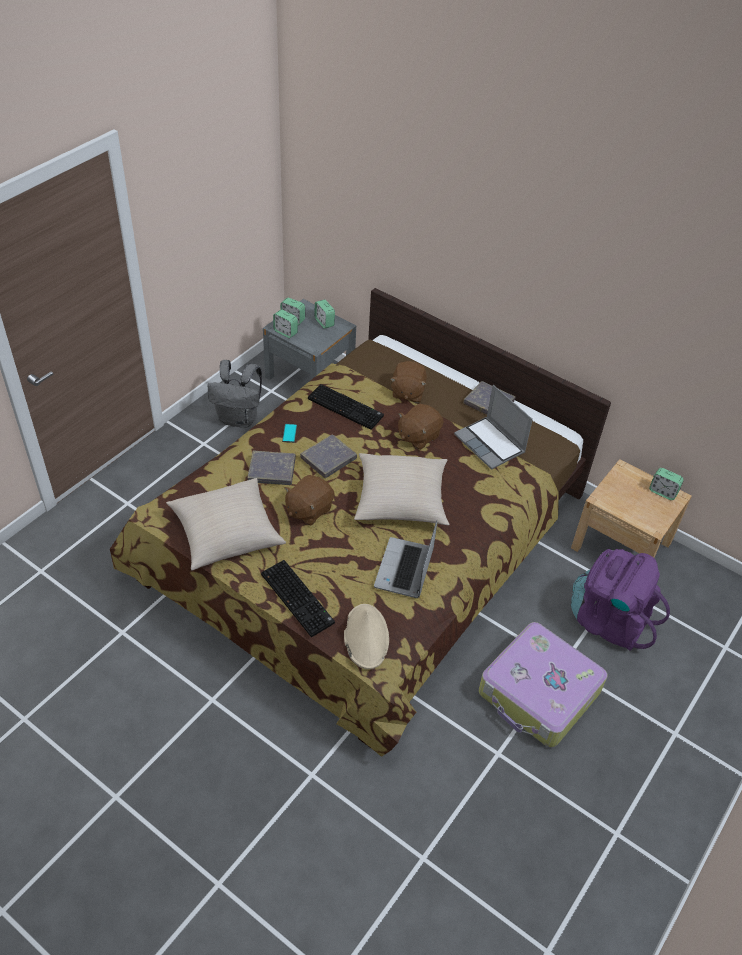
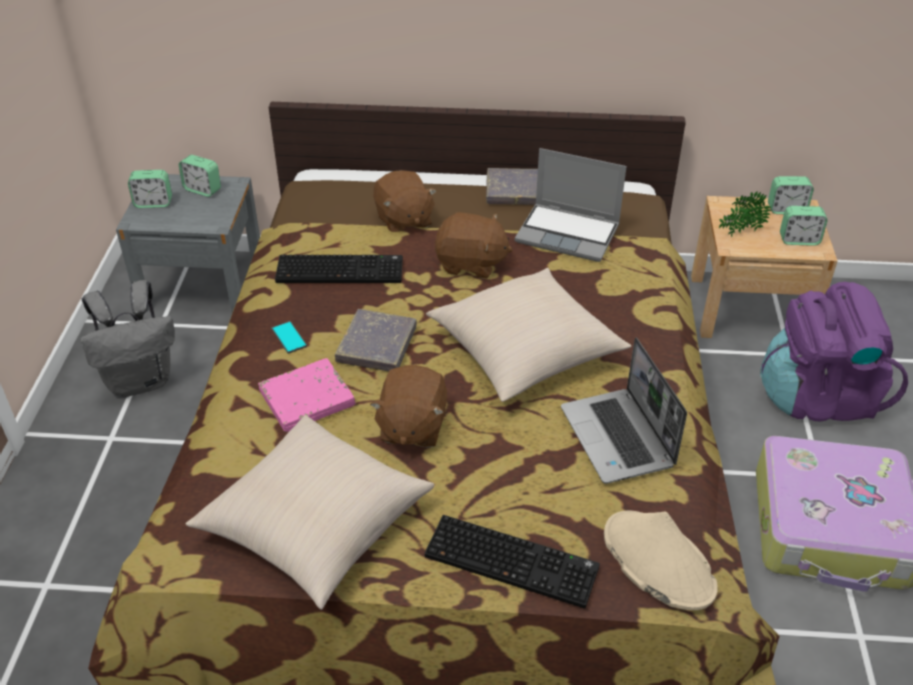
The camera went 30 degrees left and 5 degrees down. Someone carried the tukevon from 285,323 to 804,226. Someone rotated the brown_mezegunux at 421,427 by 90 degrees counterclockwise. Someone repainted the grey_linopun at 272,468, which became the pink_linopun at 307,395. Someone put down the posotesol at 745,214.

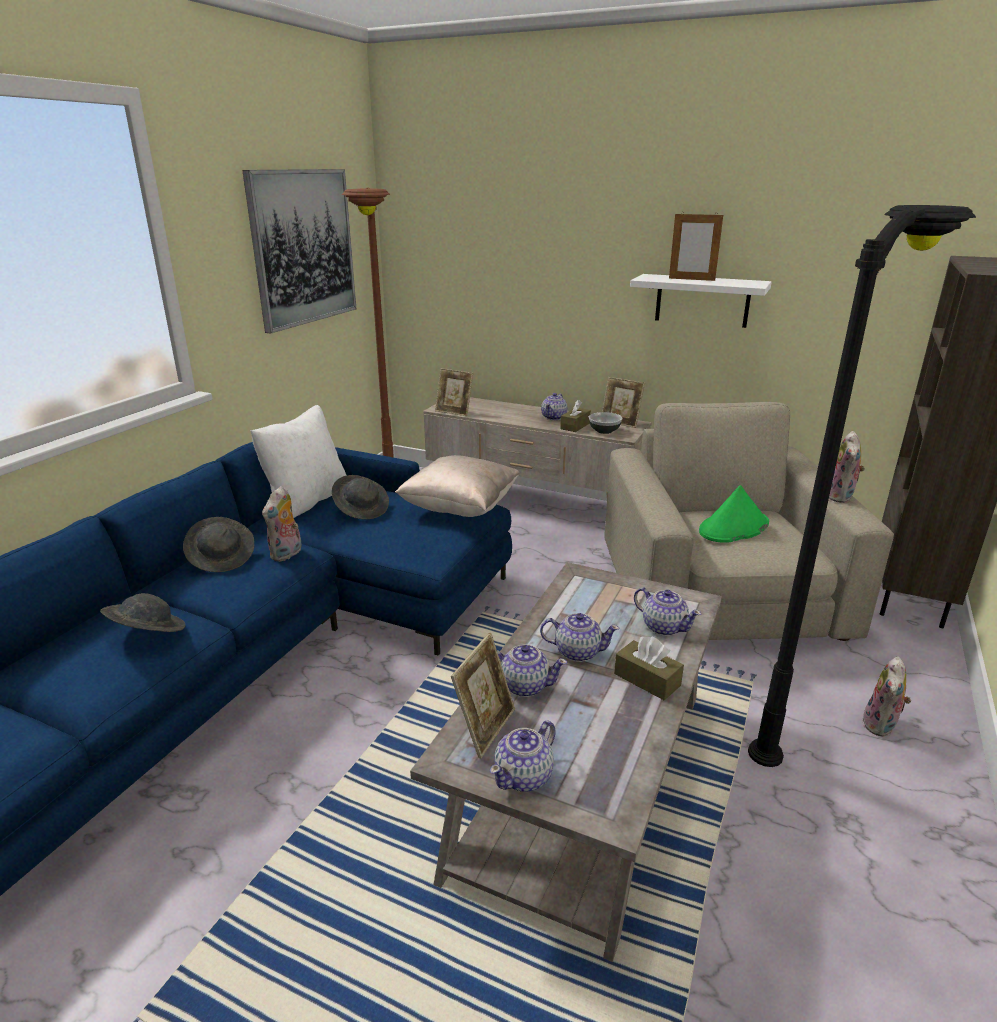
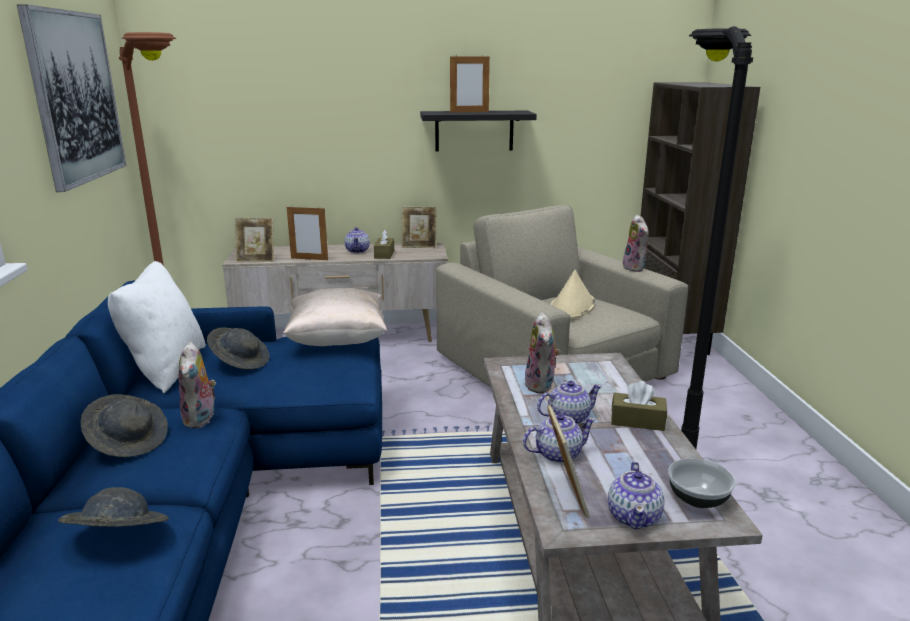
The camera went 30 degrees left and 5 degrees down. Someone repainted the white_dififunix at 701,301, which became the black_dififunix at 478,131. Someone carried the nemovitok from 605,423 to 702,483. Someone repainted the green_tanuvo at 734,514, which became the beige_tanuvo at 572,294. Someone took away the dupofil at 667,611. Someone carried the mezegunux from 886,696 to 542,352. Someone put down the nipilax at 307,232.

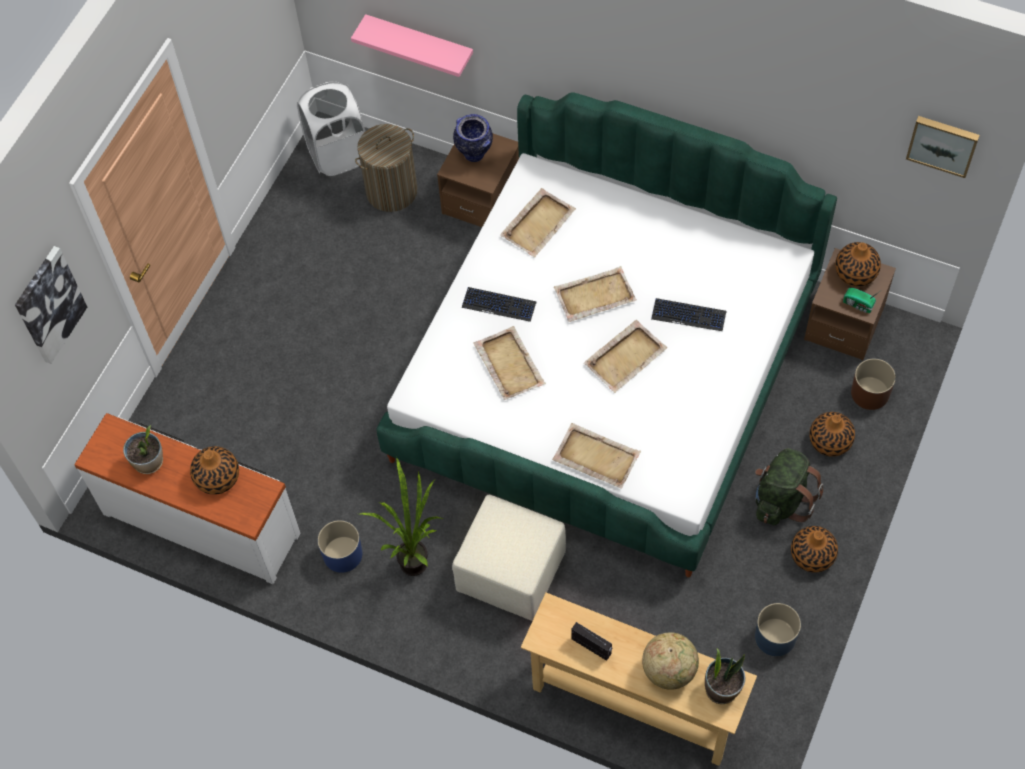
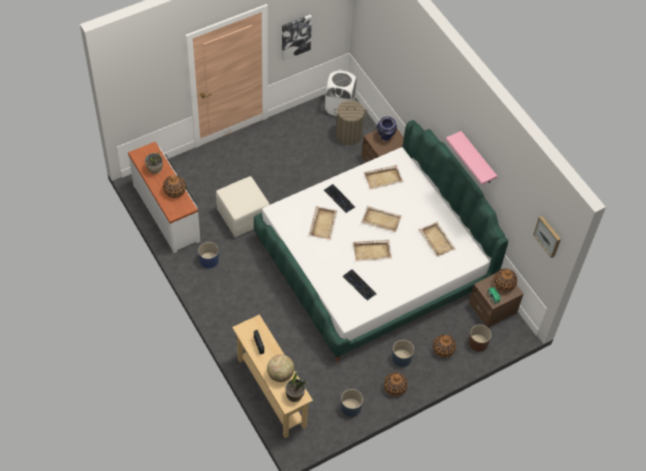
The camera went 30 degrees right and 5 degrees down. Someone carried the pink_dififunix from 412,45 to 471,158. Someone carried the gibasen from 51,305 to 297,38. Someone carried the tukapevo from 689,314 to 359,285. Someone carried the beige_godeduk from 596,455 to 437,239. Someone swapped the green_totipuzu at 789,486 for the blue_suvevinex at 403,353. Someone took away the posotesol at 402,516. Someone carried the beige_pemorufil from 509,558 to 243,206.

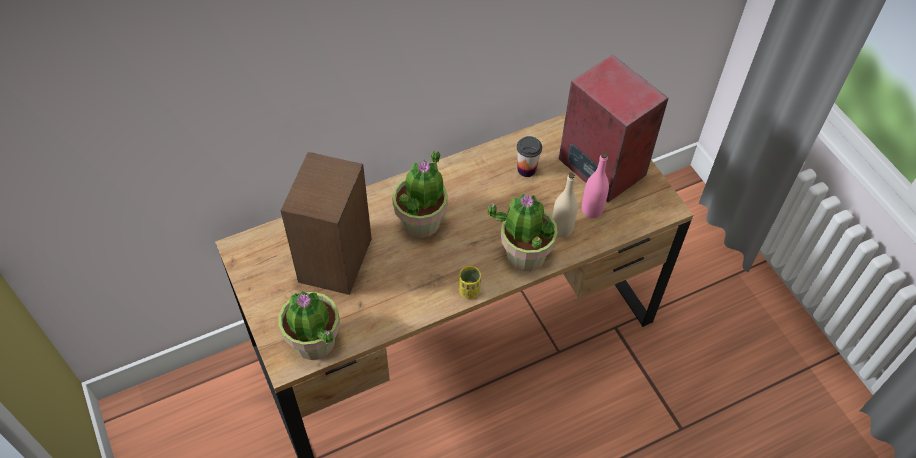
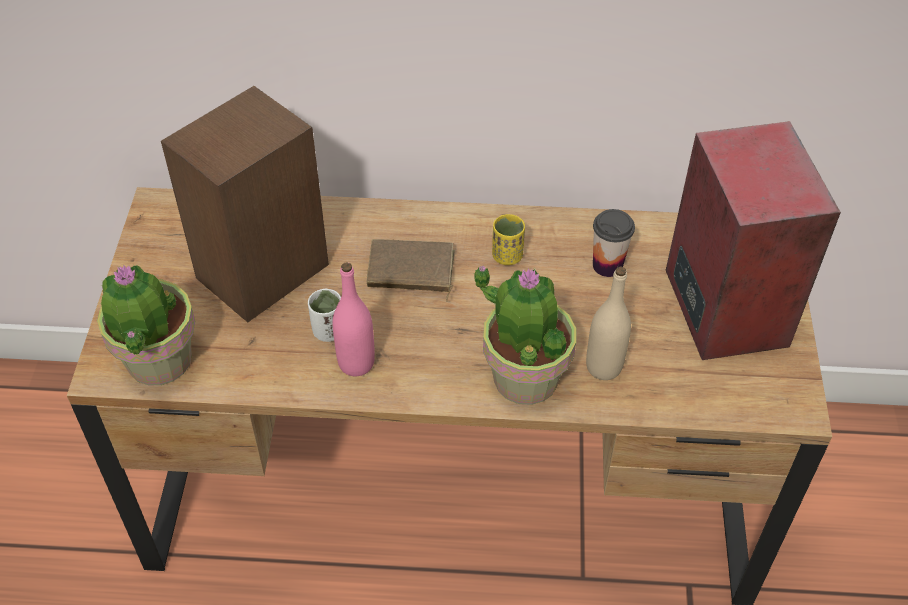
The camera went 30 degrees right and 5 degrees down. Someone swapped the posotesol at 420,193 for the brown_linopun at 410,270. Someone carried the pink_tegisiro from 595,185 to 354,319. Someone carried the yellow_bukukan from 470,282 to 508,239. Someone put down the white_bukukan at 324,315.

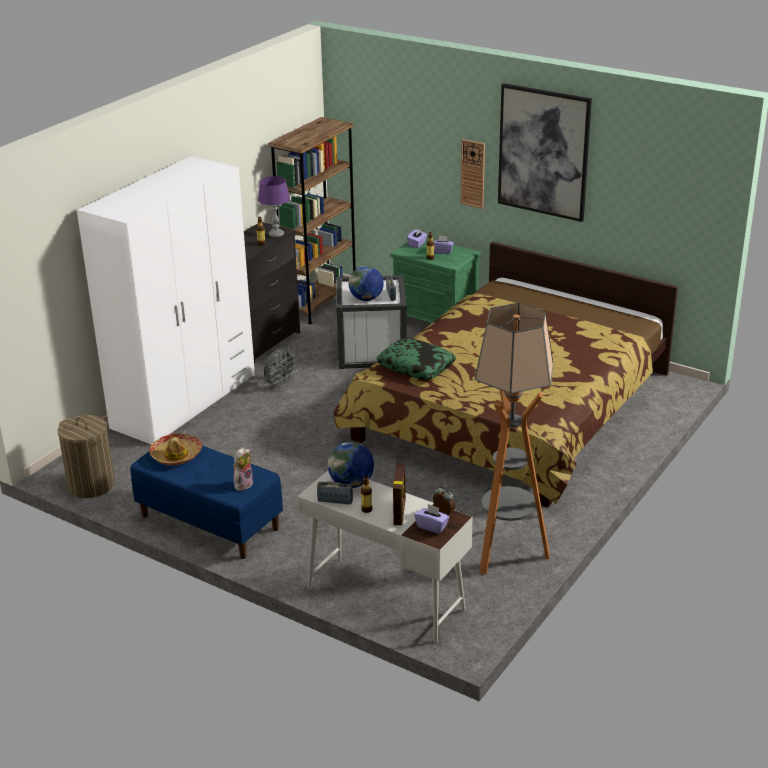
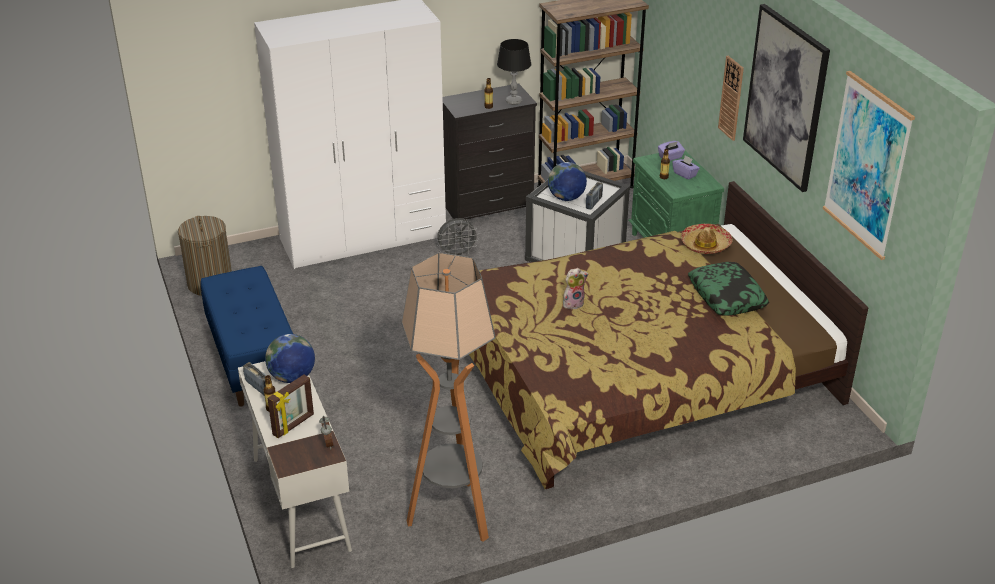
The camera went 35 degrees right and 5 degrees up. Someone repainted the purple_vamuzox at 274,206, which became the black_vamuzox at 514,72. Someone carried the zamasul from 416,359 to 728,289. Someone carried the tanuvo from 175,449 to 707,239. Someone carried the mezegunux from 243,469 to 575,288. Someone took away the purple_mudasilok at 432,519. Someone put up the gibasen at 869,165.

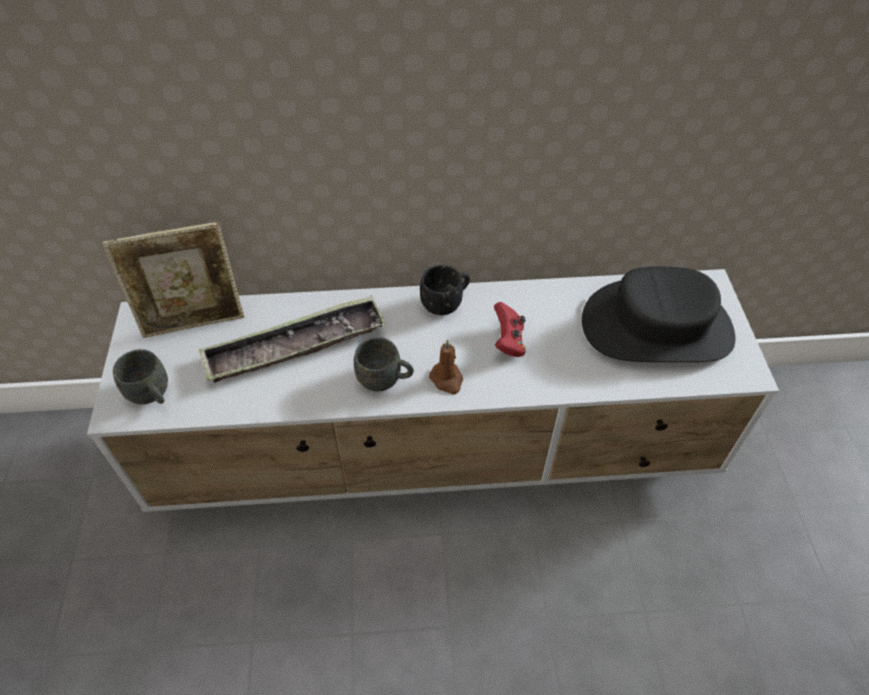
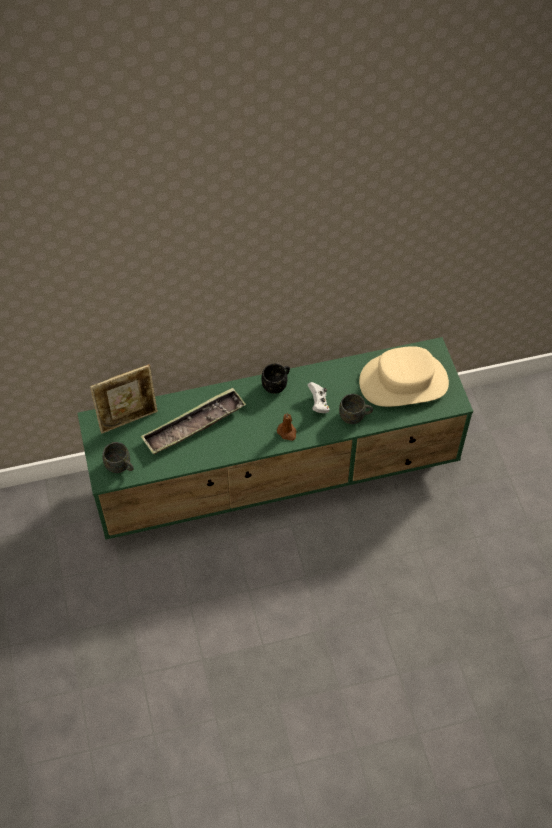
The camera went 10 degrees left and 5 degrees up. Someone repainted the black_tanuvo at 658,314, which became the beige_tanuvo at 404,376. Someone repainted the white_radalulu at 433,390, which became the green_radalulu at 275,438. Someone repainted the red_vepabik at 510,329, which became the white_vepabik at 319,397. Someone carried the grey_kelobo from 384,364 to 356,409.

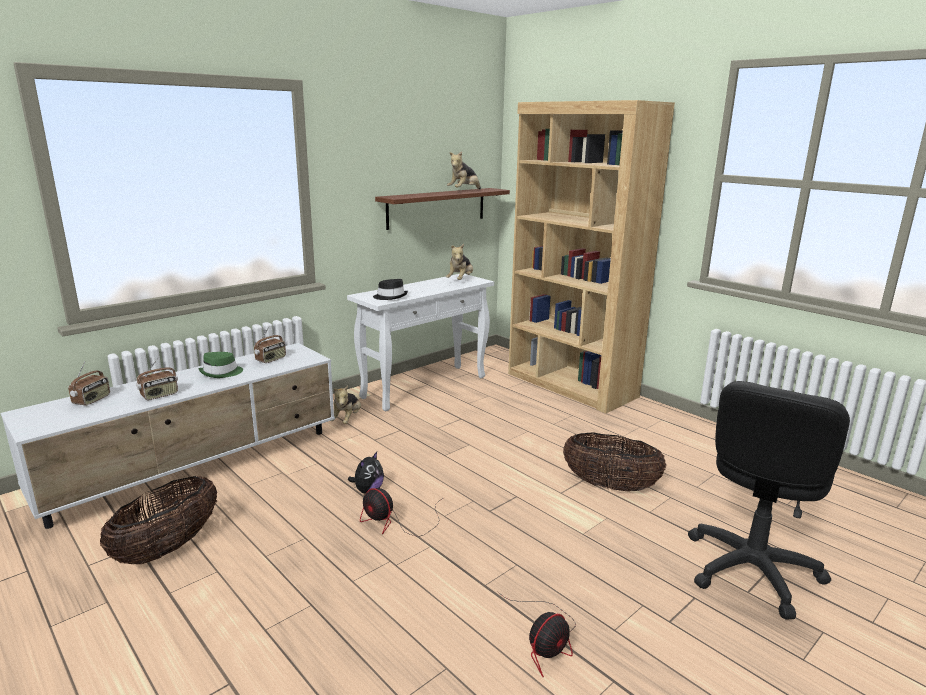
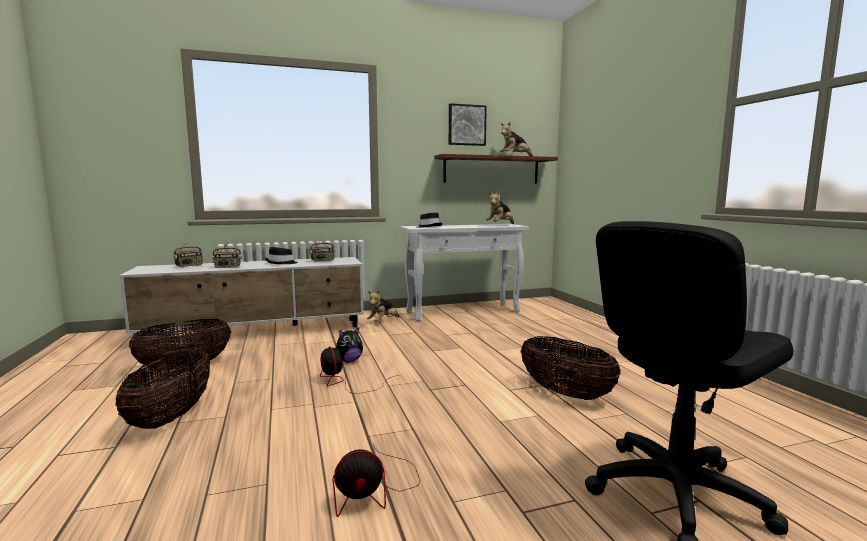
The camera went 25 degrees right and 10 degrees down. Someone took away the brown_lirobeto at 591,256. Someone repainted the green_tanuvo at 221,365, which became the black_tanuvo at 281,255. Someone put up the gibasen at 468,124. Someone put down the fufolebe at 162,389.

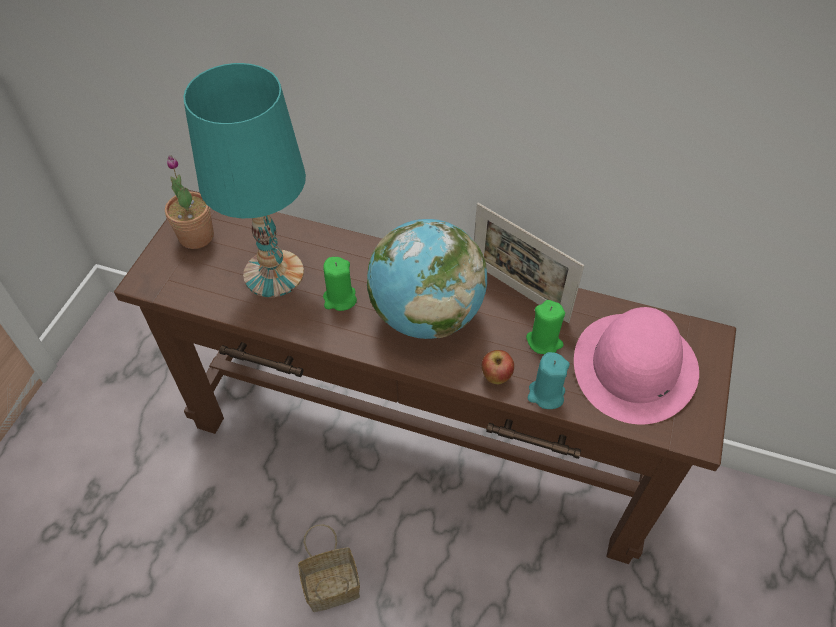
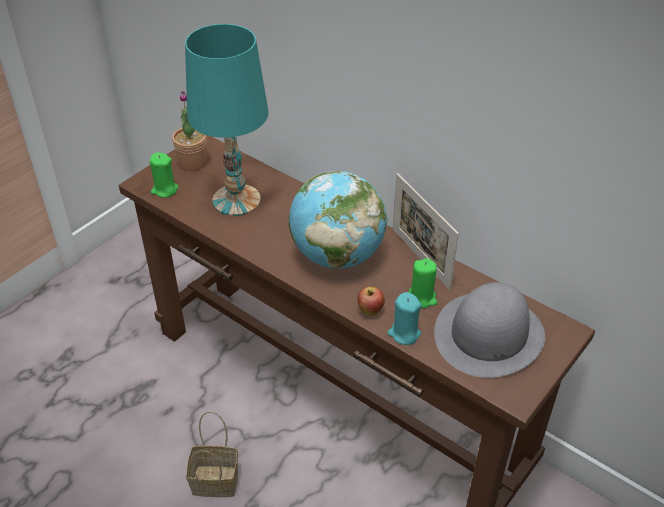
The camera went 20 degrees right and 10 degrees down. Someone carried the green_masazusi from 340,284 to 163,175. Someone repainted the pink_tanuvo at 636,365, which became the grey_tanuvo at 489,330.

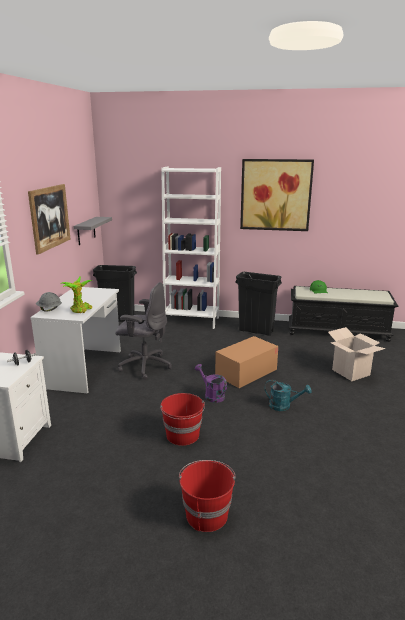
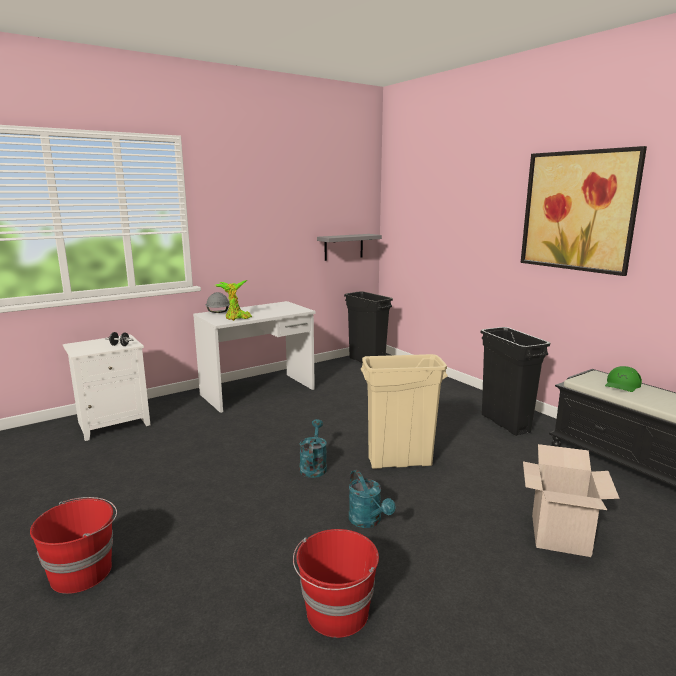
The camera went 45 degrees right and 5 degrees down. Someone took away the white_lirobeto at 191,248. Someone took away the gibasen at 49,219. Someone took away the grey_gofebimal at 143,331. Someone swapped the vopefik at 246,362 for the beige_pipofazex at 404,411. Someone repainted the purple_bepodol at 211,383, which became the turquoise_bepodol at 313,448. Someone carried the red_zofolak from 182,419 to 336,583.

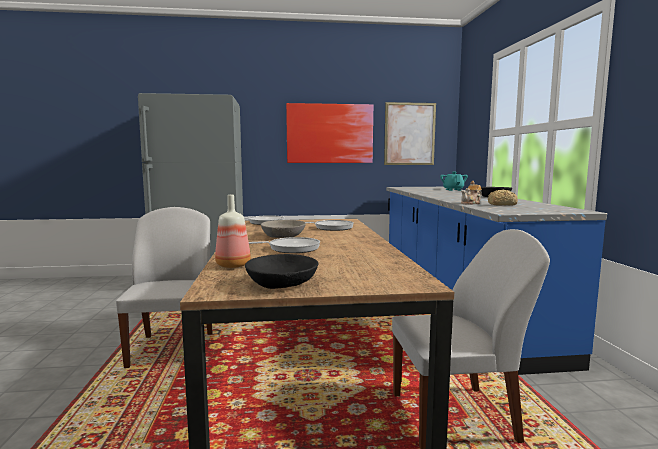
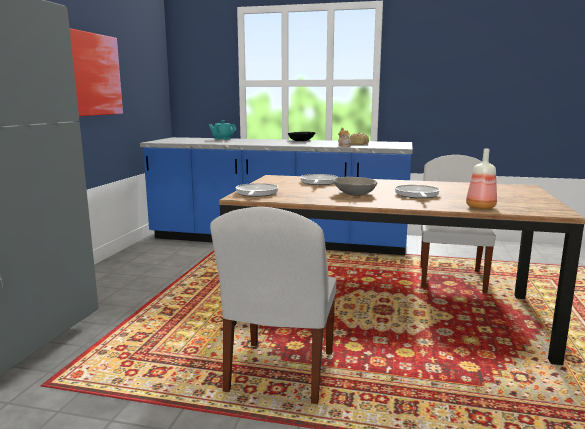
The camera went 70 degrees left and 5 degrees up. Someone took away the gibasen at 410,133. Someone rotated the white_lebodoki at 164,287 by 90 degrees counterclockwise. Someone took away the black_nemovitok at 281,271.

